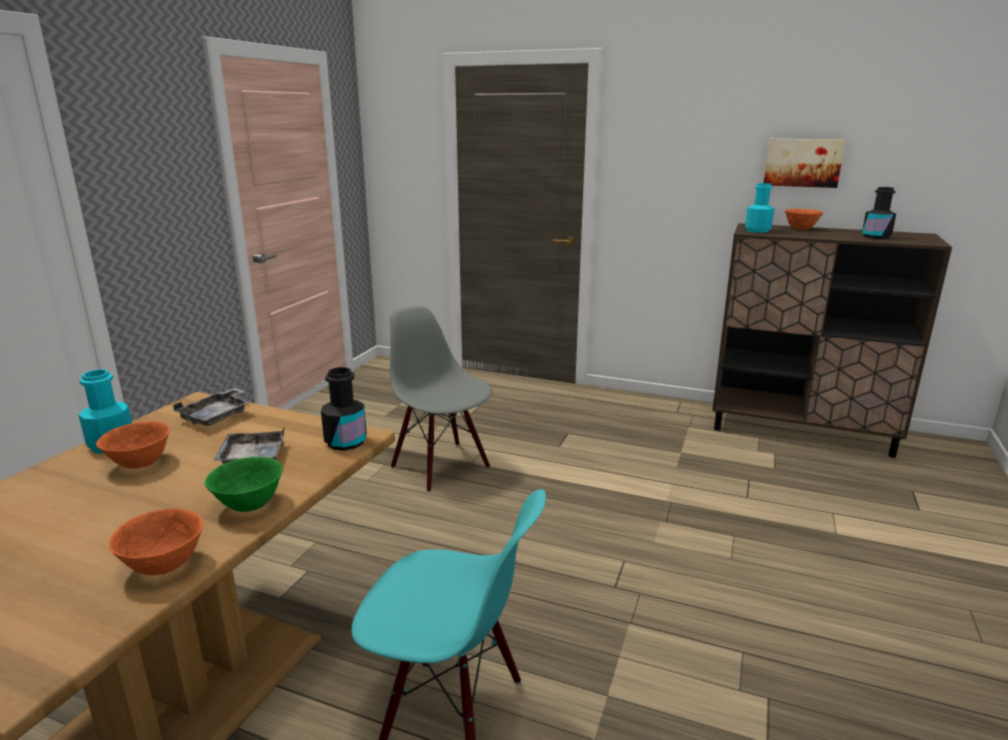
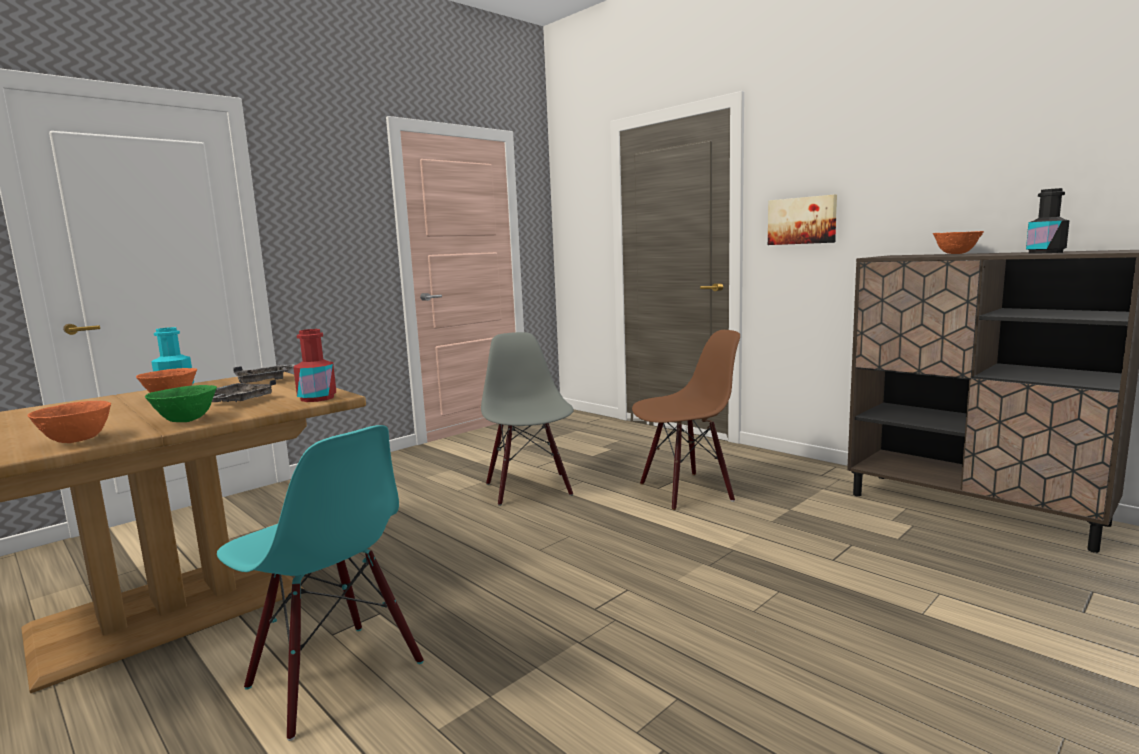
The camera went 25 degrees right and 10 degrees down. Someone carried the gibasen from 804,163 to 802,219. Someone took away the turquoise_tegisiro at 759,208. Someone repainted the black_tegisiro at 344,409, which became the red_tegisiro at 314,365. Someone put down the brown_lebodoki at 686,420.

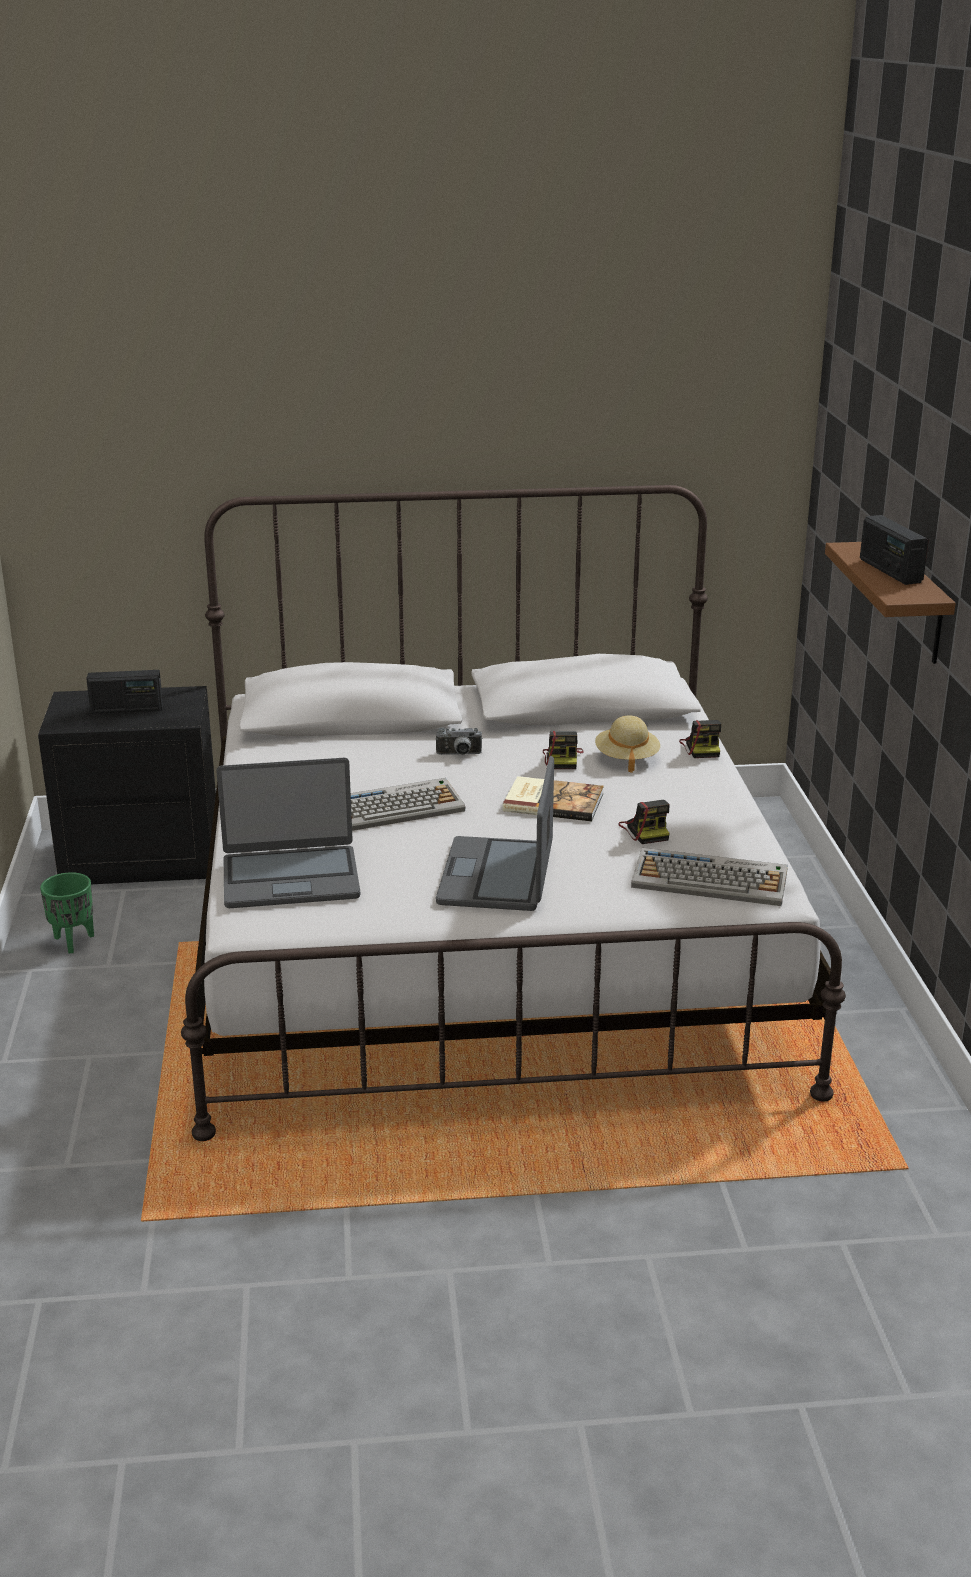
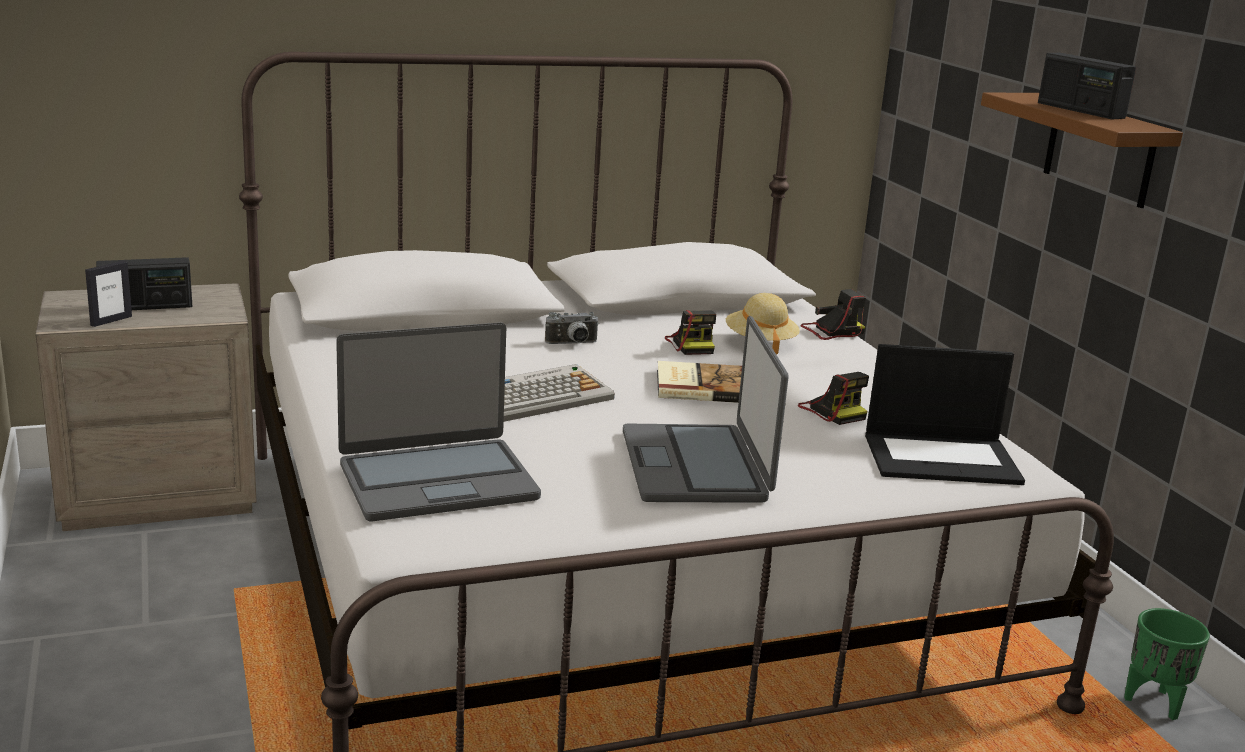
The camera went 15 degrees left and 5 degrees down. Someone repainted the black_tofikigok at 127,785, which became the beige_tofikigok at 145,407. Someone rotated the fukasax at 700,739 by 90 degrees counterclockwise. Someone swapped the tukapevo at 709,877 for the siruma at 945,414. Someone carried the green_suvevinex from 67,912 to 1167,664. Someone put down the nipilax at 108,294.

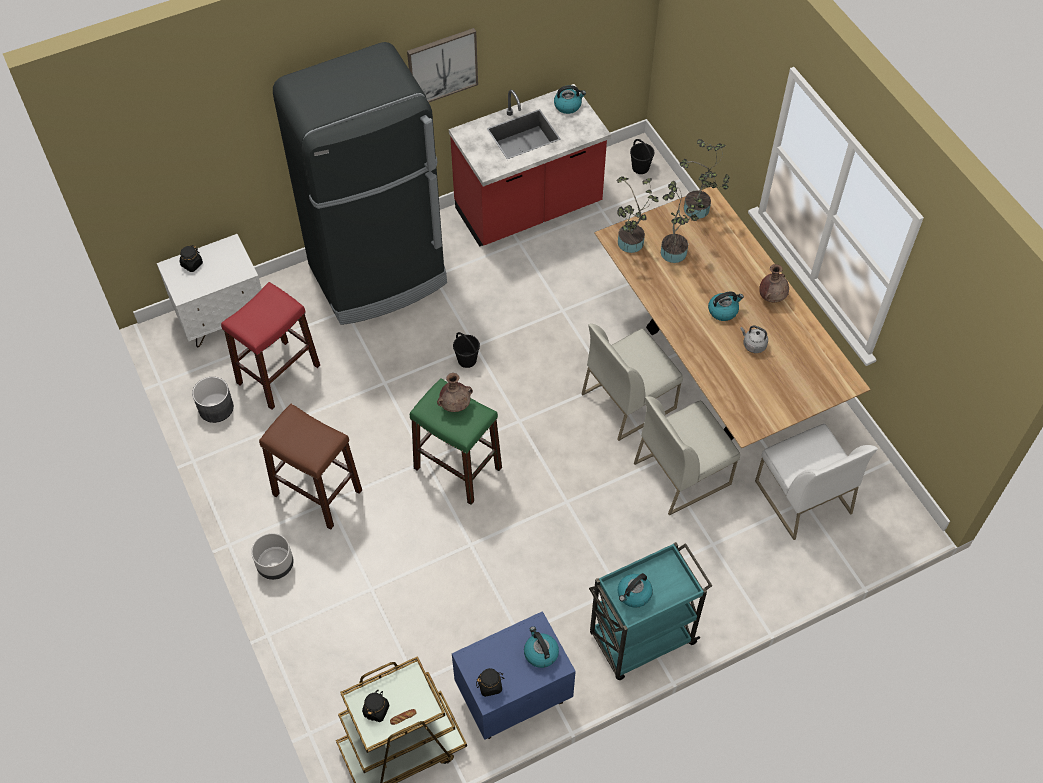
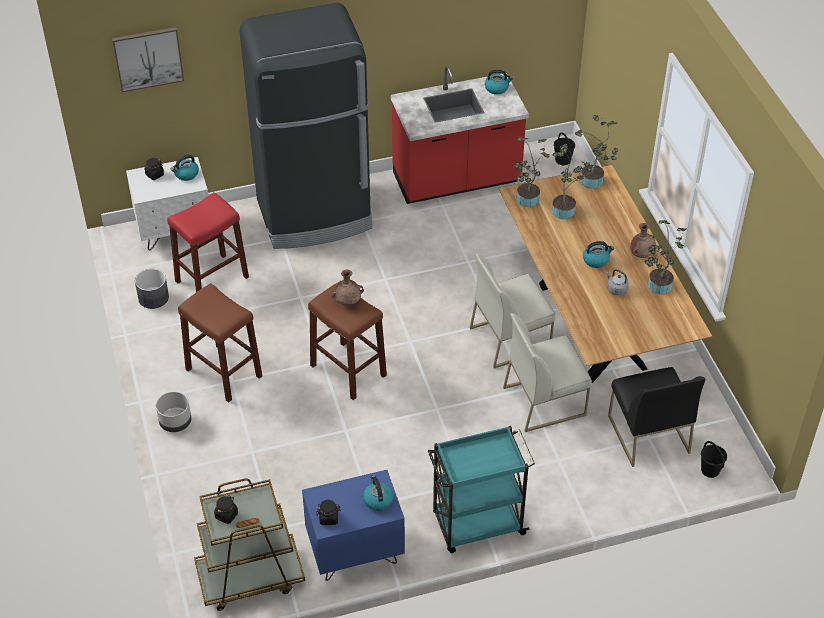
The camera went 10 degrees right and 10 degrees down. Someone carried the gibasen from 442,65 to 148,59. Someone carried the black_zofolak from 466,350 to 714,459. Someone repainted the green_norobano at 456,441, which became the brown_norobano at 347,340. Someone repainted the white_lebodoki at 816,482, which became the black_lebodoki at 656,417. Someone carried the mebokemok from 635,590 to 185,168. Someone put down the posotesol at 665,257.

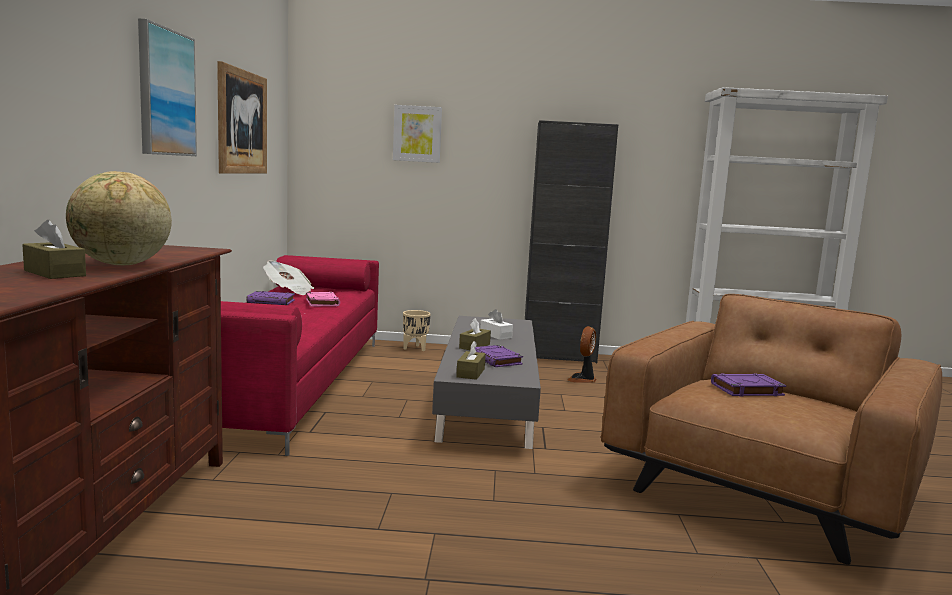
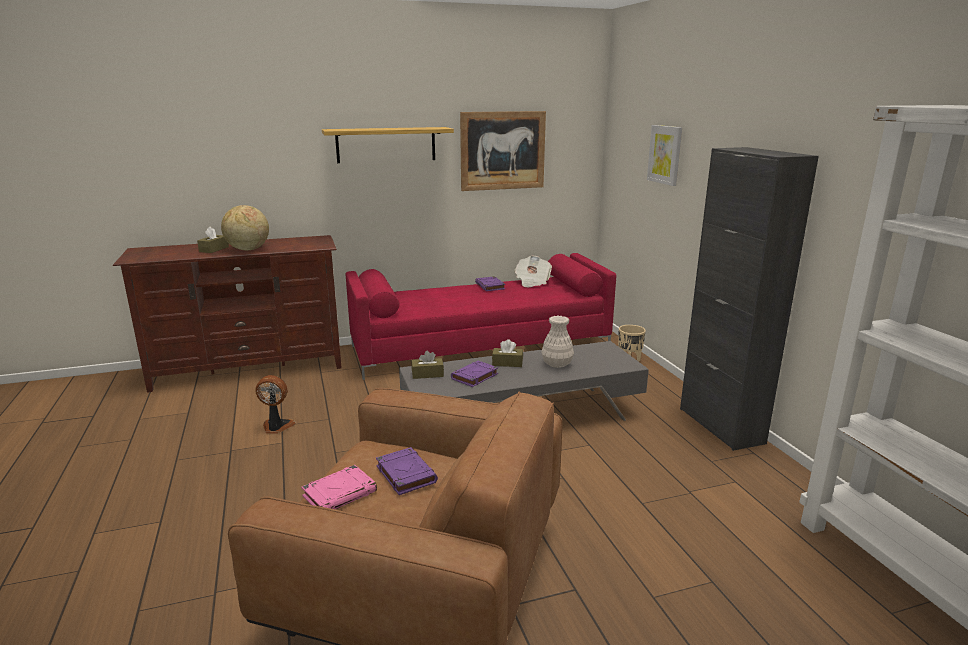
The camera went 70 degrees right and 10 degrees up. Someone swapped the gibasen at 167,87 for the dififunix at 388,145. Someone carried the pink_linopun from 323,299 to 339,487. Someone swapped the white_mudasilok at 496,324 for the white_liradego at 557,342. Someone carried the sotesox from 582,354 to 276,404.

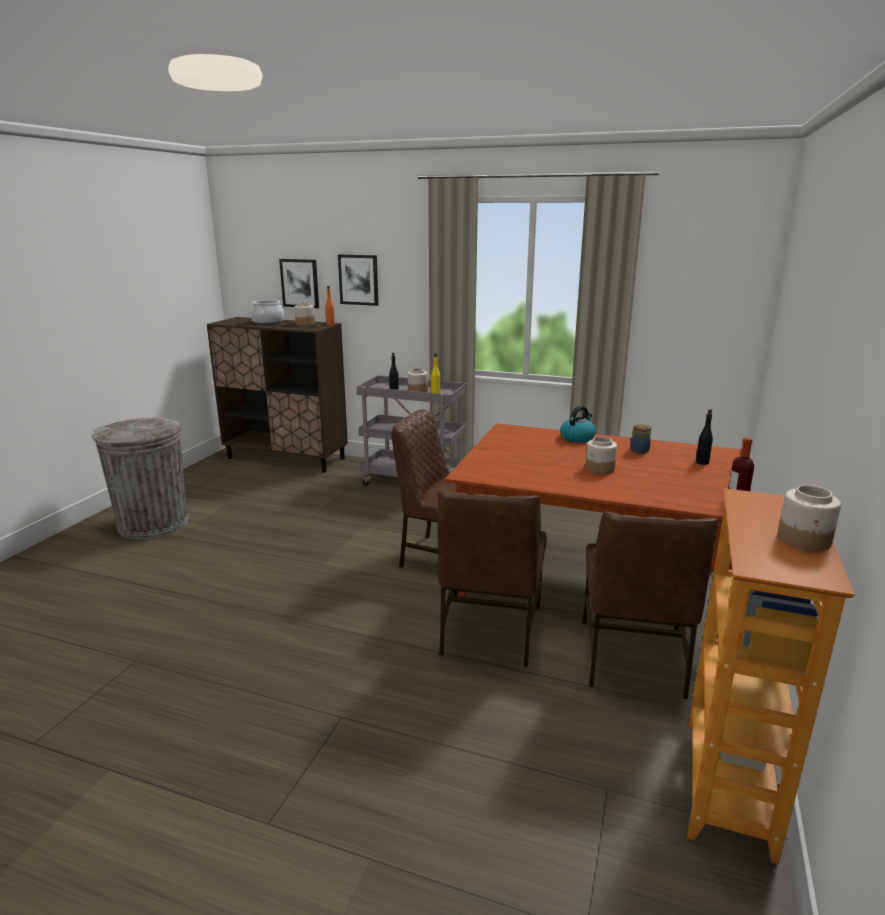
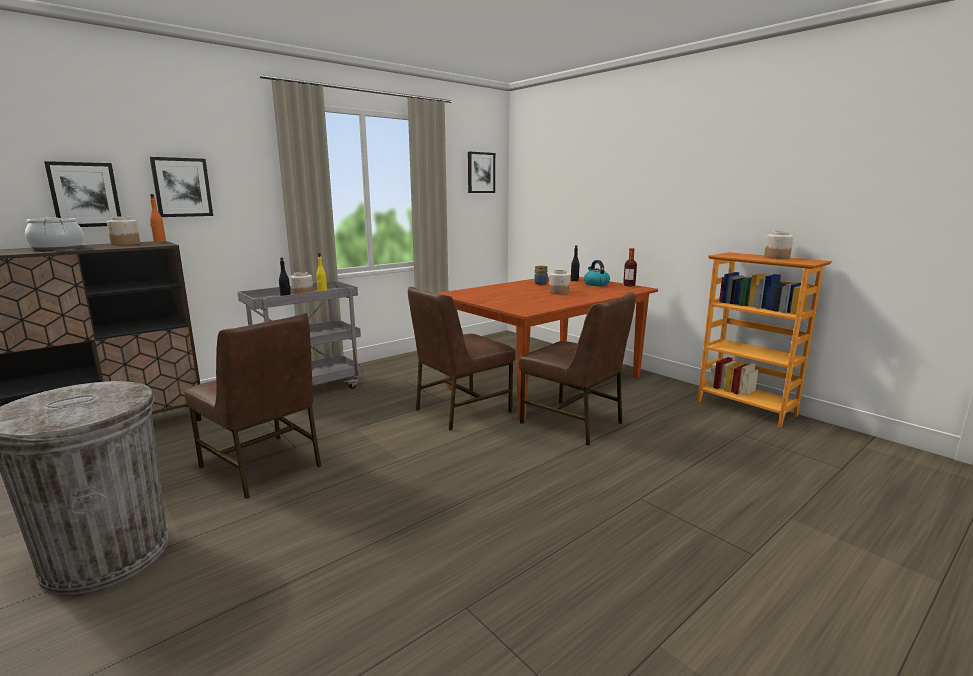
The camera went 60 degrees left and 5 degrees down. Someone carried the mebokemok from 578,424 to 597,273. Someone carried the brown_lebodoki from 651,605 to 252,406. Someone put up the gibasen at 481,172.

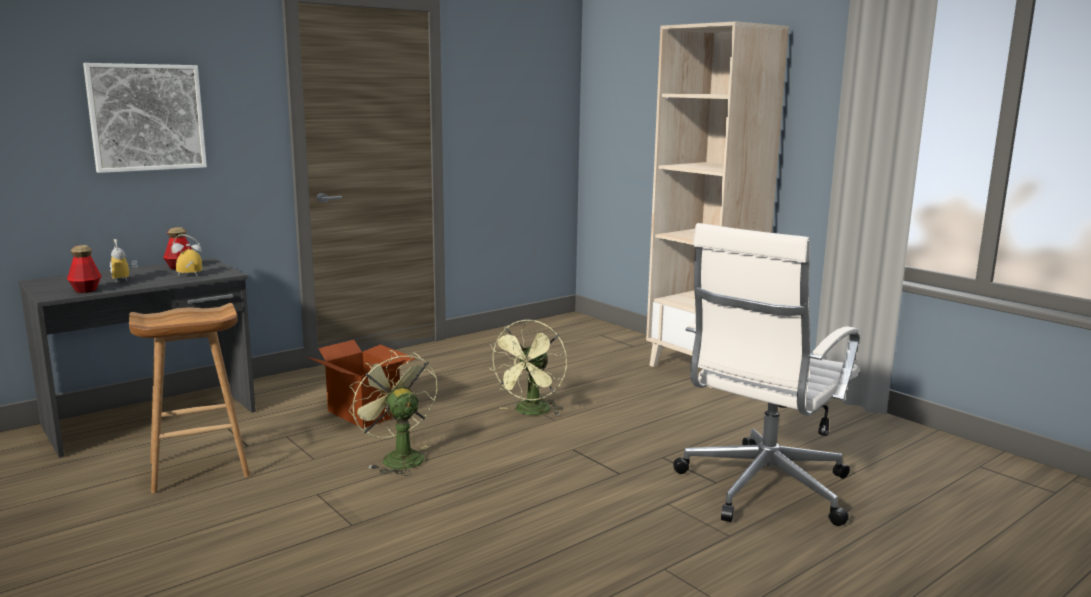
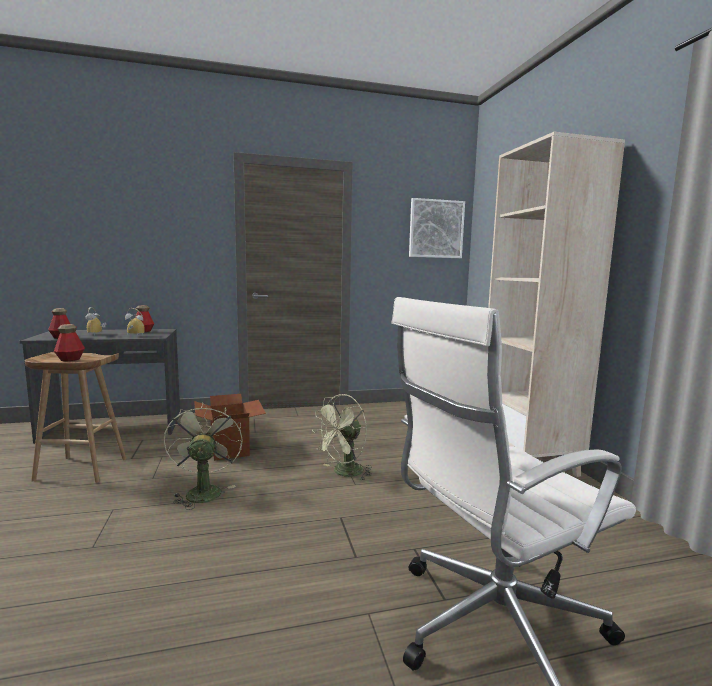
The camera went 25 degrees right and 5 degrees down. Someone carried the gibasen from 145,118 to 437,228. Someone put down the tegisiro at 69,342.

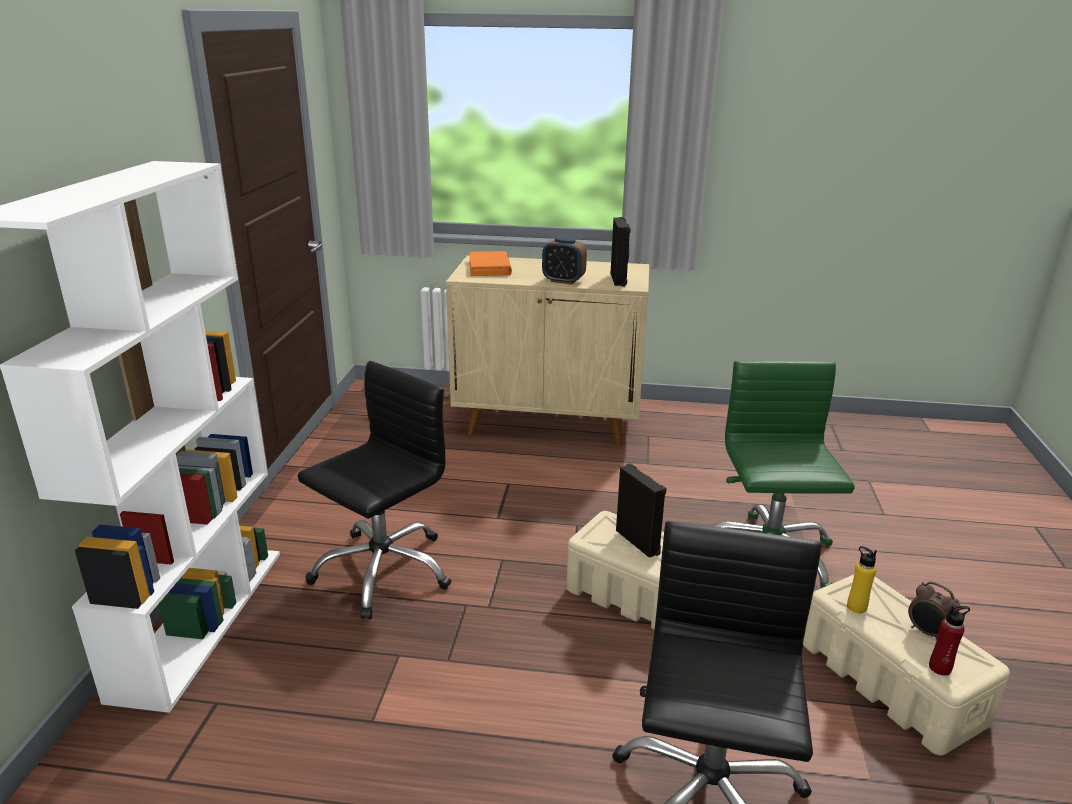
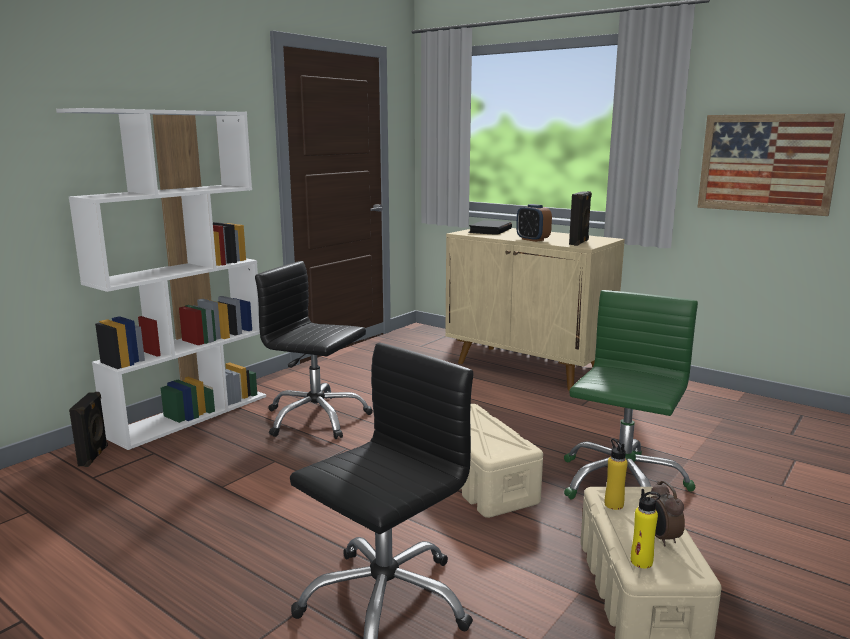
The camera went 30 degrees right and 10 degrees down. Someone repainted the orange_linopun at 490,263, which became the black_linopun at 490,227. Someone rotated the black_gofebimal at 375,490 by 135 degrees counterclockwise. Someone carried the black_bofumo from 641,510 to 88,429. Someone repainted the red_tegisiro at 949,641, which became the yellow_tegisiro at 645,528. Someone put up the gibasen at 771,164.

